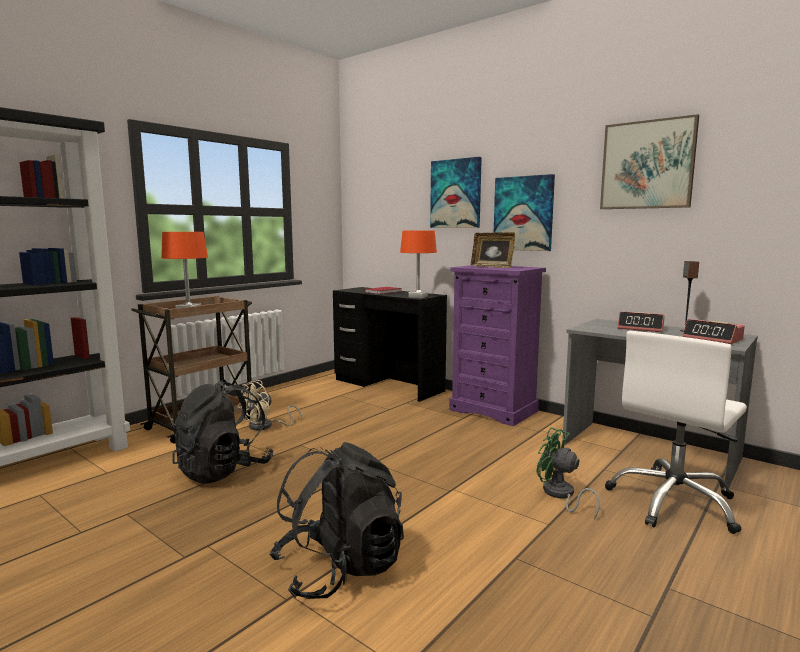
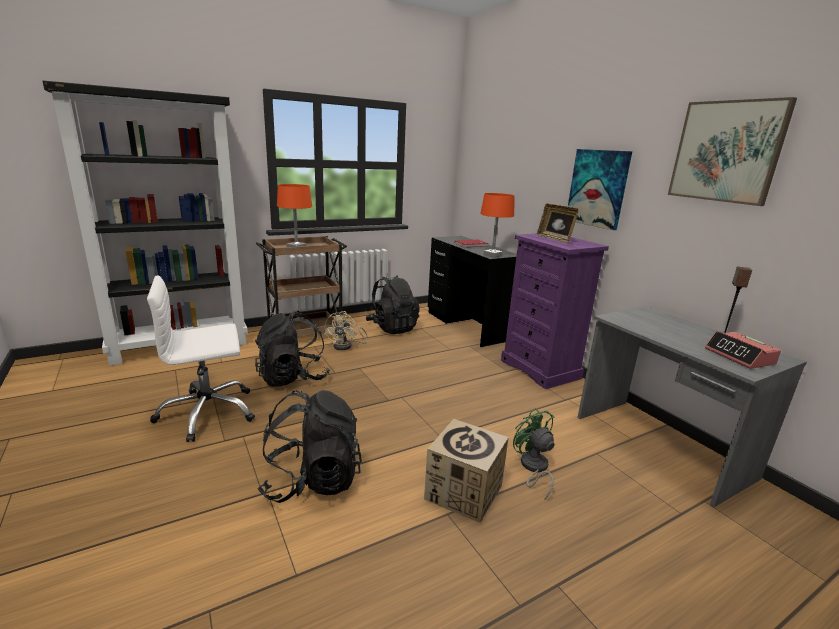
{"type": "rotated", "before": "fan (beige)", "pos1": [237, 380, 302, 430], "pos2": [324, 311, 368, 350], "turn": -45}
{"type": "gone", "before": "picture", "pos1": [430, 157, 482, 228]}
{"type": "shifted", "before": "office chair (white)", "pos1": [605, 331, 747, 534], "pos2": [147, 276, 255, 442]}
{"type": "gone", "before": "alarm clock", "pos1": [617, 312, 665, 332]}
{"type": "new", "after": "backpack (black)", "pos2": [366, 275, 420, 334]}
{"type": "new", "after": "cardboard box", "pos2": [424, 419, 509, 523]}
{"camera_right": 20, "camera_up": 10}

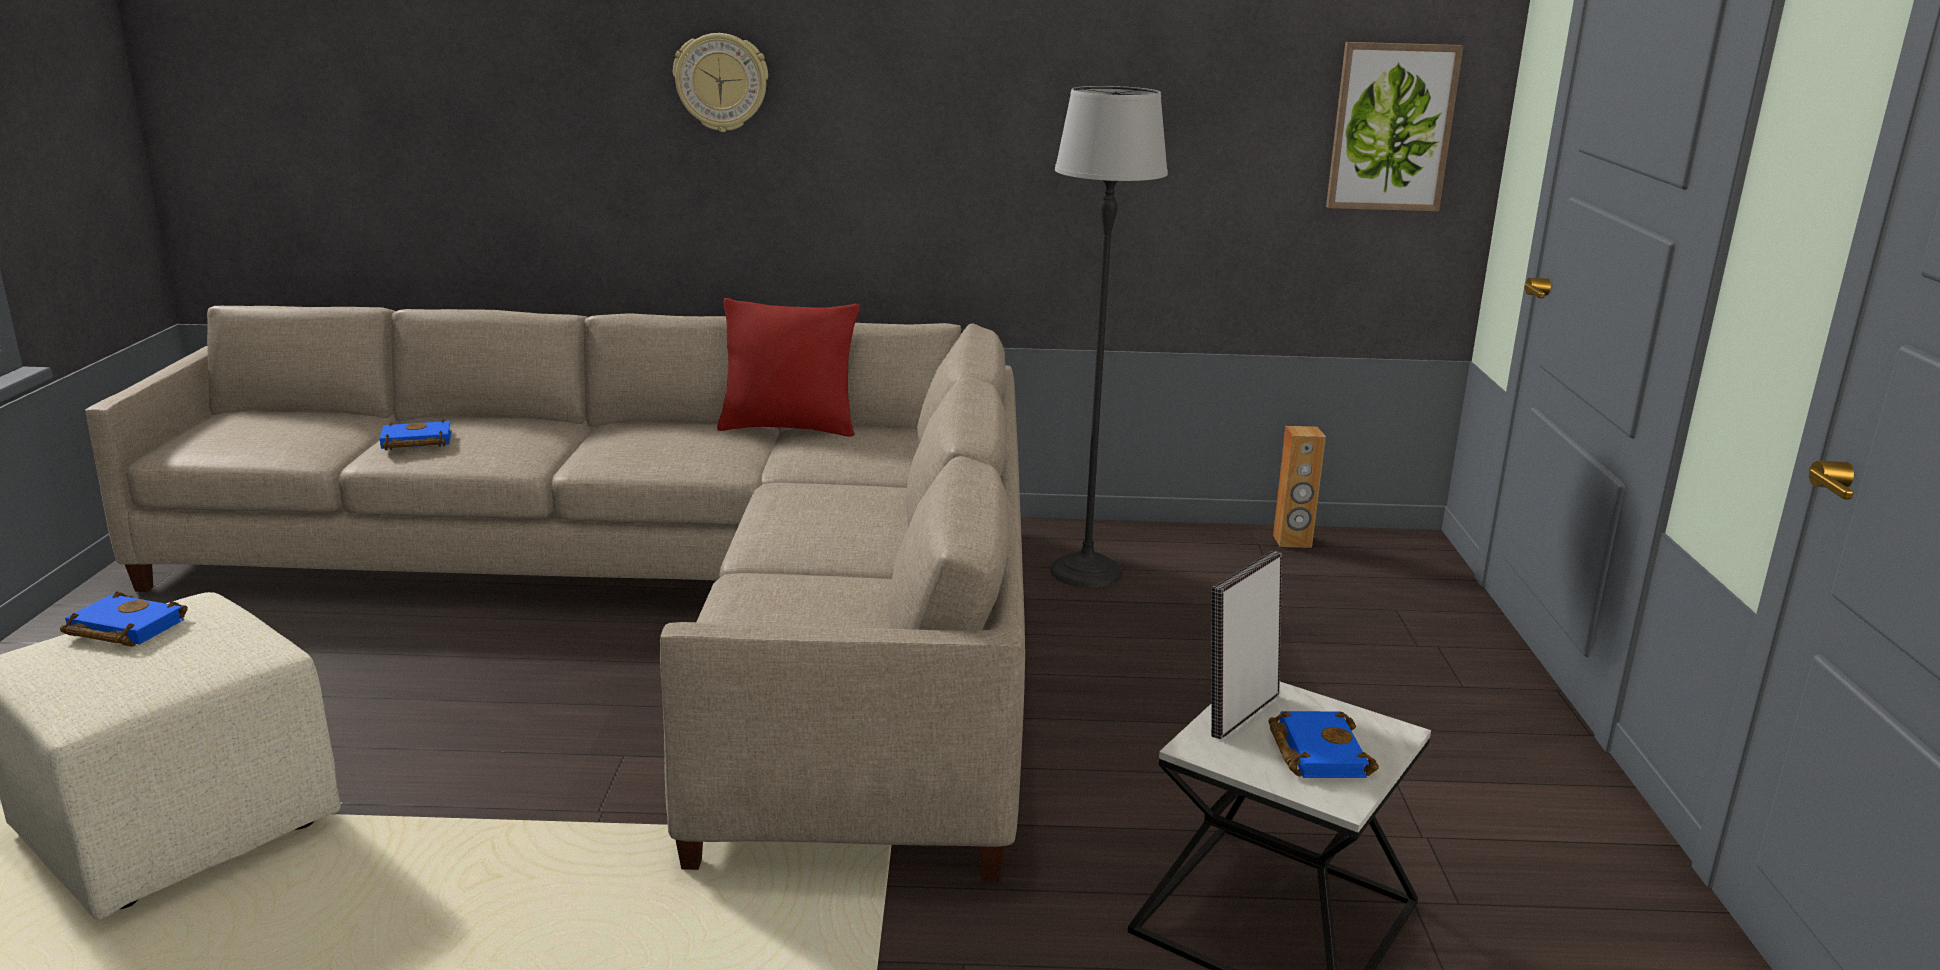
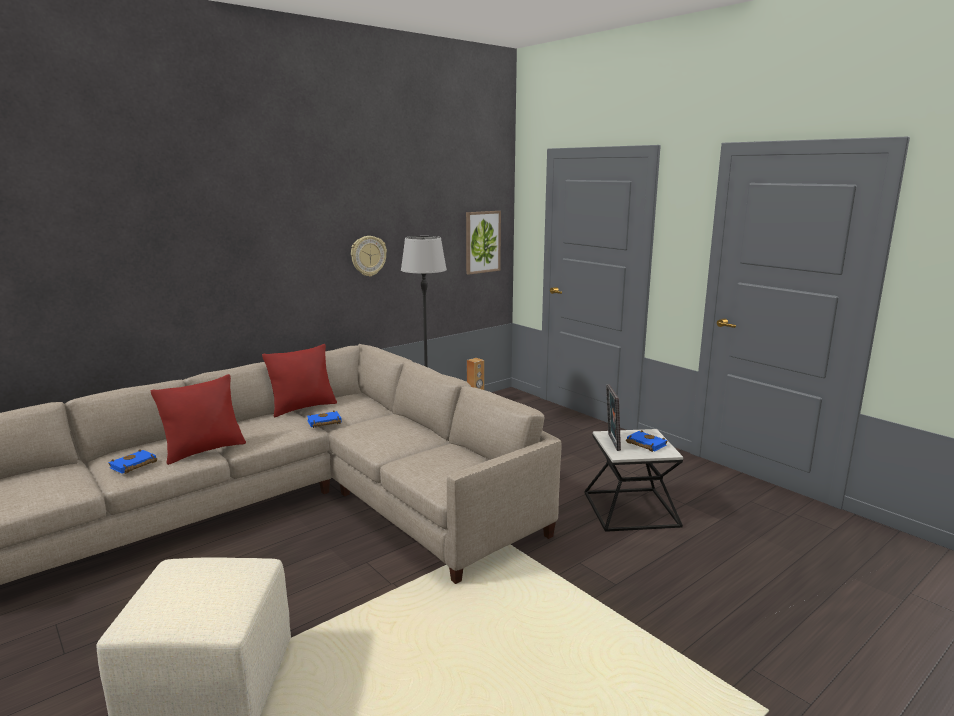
{"type": "shifted", "before": "book (blue)", "pos1": [60, 592, 188, 647], "pos2": [307, 411, 342, 428]}
{"type": "shifted", "before": "wall clock", "pos1": [673, 33, 768, 132], "pos2": [351, 236, 387, 277]}
{"type": "new", "after": "pillow (red)", "pos2": [150, 374, 246, 465]}
{"camera_right": -40, "camera_up": -5}

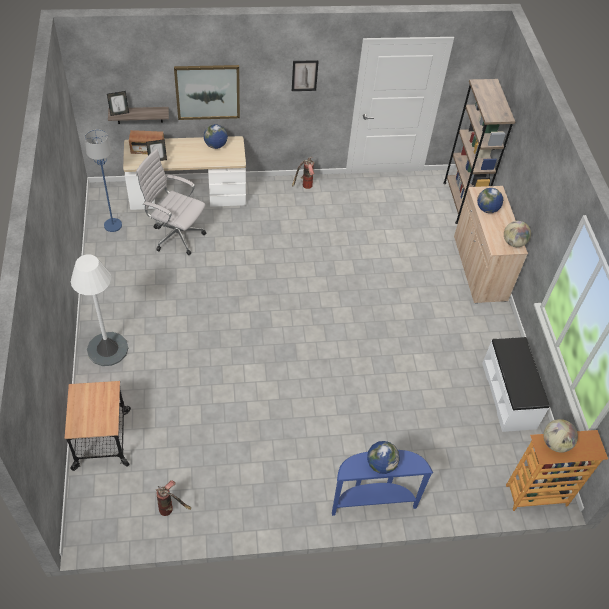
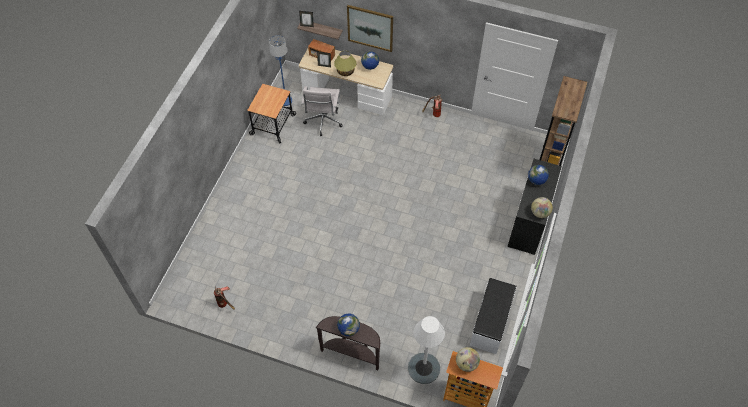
{"type": "shifted", "before": "cart", "pos1": [64, 381, 131, 471], "pos2": [247, 84, 296, 143]}
{"type": "shifted", "before": "floor lamp (white)", "pos1": [71, 254, 128, 366], "pos2": [408, 316, 445, 384]}
{"type": "rotated", "before": "office chair (white)", "pos1": [136, 149, 206, 255], "pos2": [301, 86, 343, 136], "turn": -135}
{"type": "gone", "before": "picture", "pos1": [292, 60, 319, 91]}
{"type": "repainted", "before": "console table (blue)", "after": "console table (brown)", "pos1": [332, 450, 433, 516], "pos2": [316, 316, 380, 370]}
{"type": "repainted", "before": "cabinet (beige)", "after": "cabinet (black)", "pos1": [454, 186, 528, 304], "pos2": [507, 159, 562, 255]}
{"type": "new", "after": "table lamp", "pos2": [334, 51, 356, 76]}
{"camera_right": 30, "camera_up": 5}

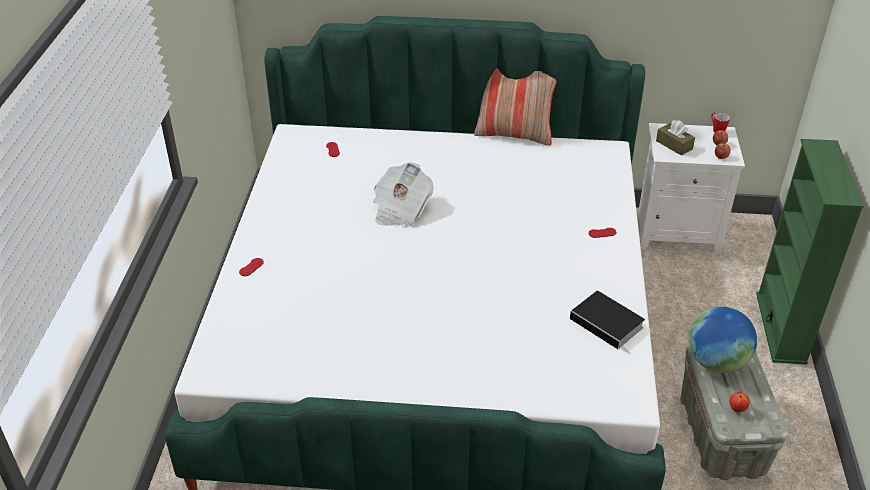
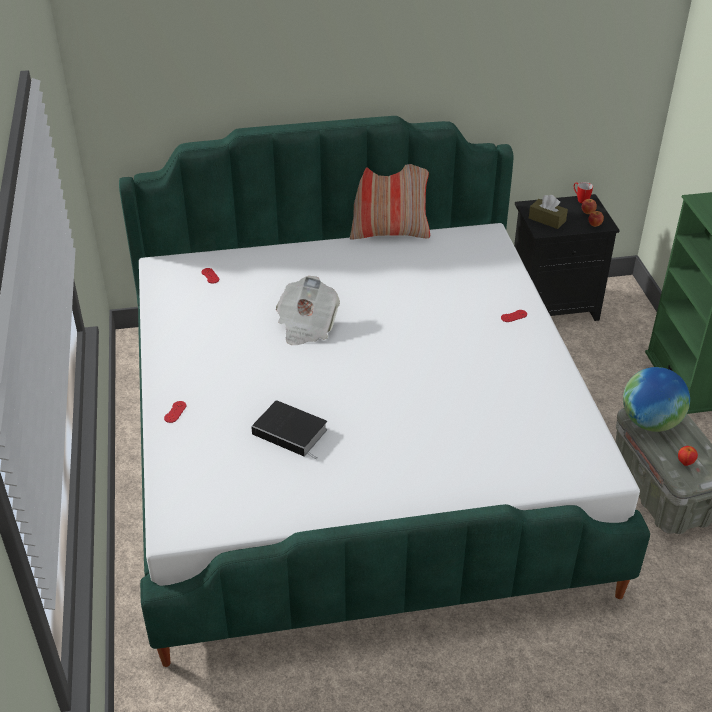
{"type": "shifted", "before": "book", "pos1": [570, 291, 645, 354], "pos2": [251, 400, 327, 459]}
{"type": "repainted", "before": "nightstand (white)", "after": "nightstand (black)", "pos1": [638, 123, 745, 254], "pos2": [514, 194, 620, 321]}
{"camera_right": -15, "camera_up": 0}

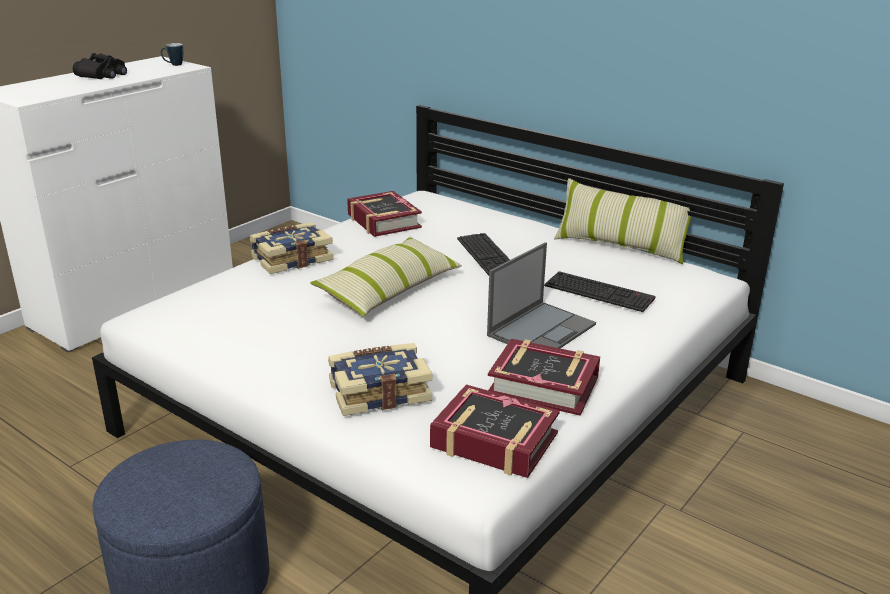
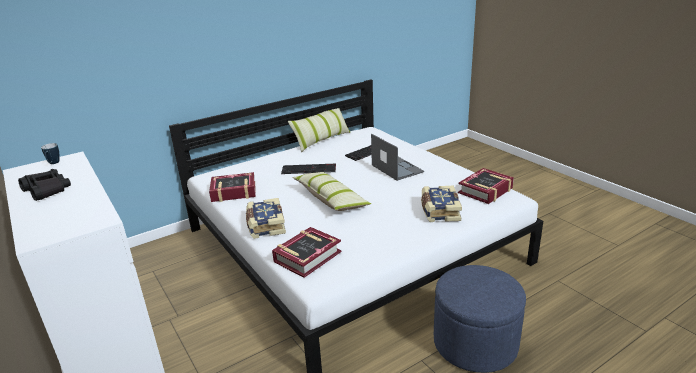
{"type": "shifted", "before": "book", "pos1": [488, 339, 600, 416], "pos2": [272, 227, 342, 278]}
{"camera_right": -70, "camera_up": 0}

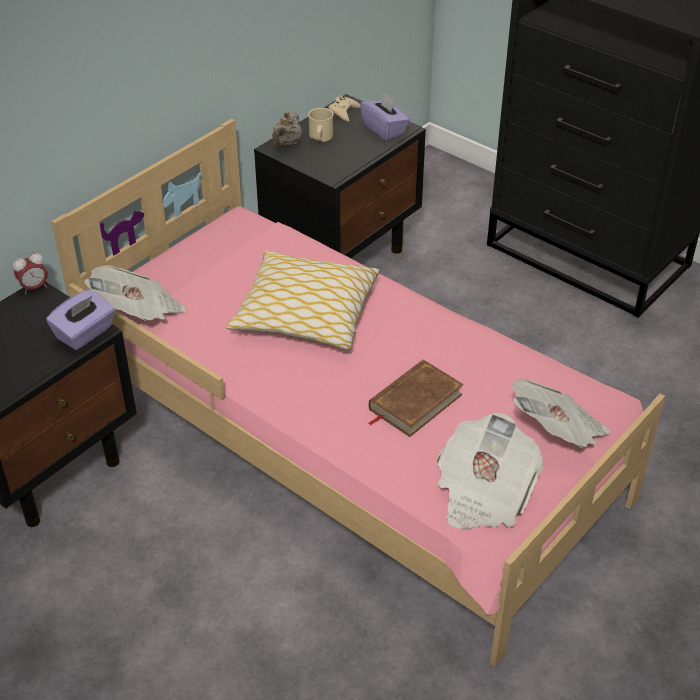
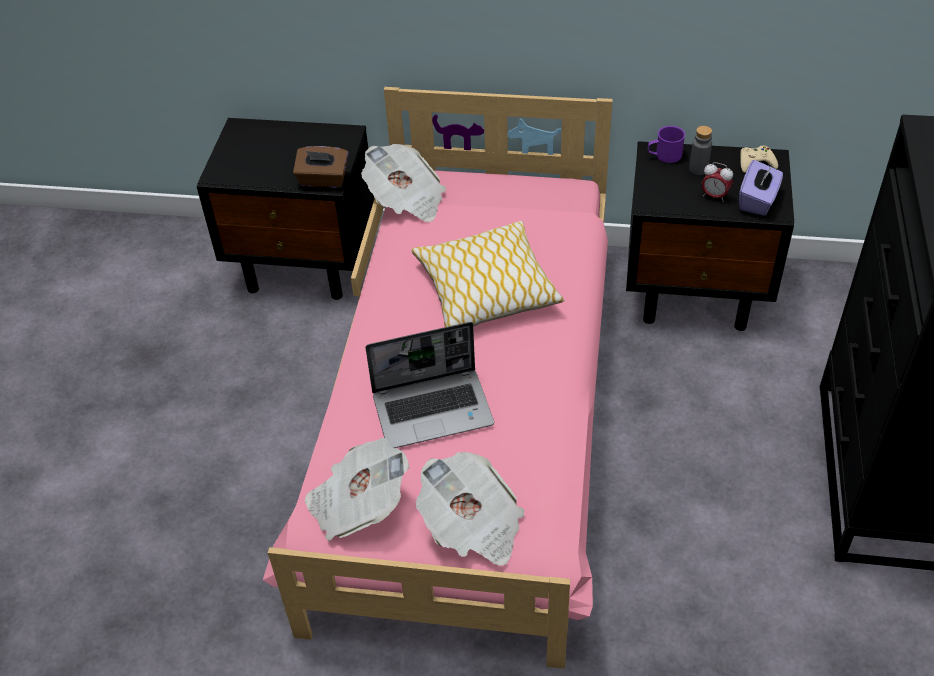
{"type": "shifted", "before": "alarm clock", "pos1": [13, 251, 48, 294], "pos2": [701, 162, 733, 202]}
{"type": "repainted", "before": "tissue box (purple)", "after": "tissue box (brown)", "pos1": [46, 289, 115, 350], "pos2": [293, 146, 348, 188]}
{"type": "swapped", "before": "teapot (beige)", "after": "mug (purple)", "pos1": [272, 112, 301, 148], "pos2": [648, 126, 685, 163]}
{"type": "swapped", "before": "mug (beige)", "after": "bottle (grey)", "pos1": [308, 108, 334, 142], "pos2": [689, 126, 712, 175]}
{"type": "swapped", "before": "book (brown)", "after": "laptop", "pos1": [368, 359, 463, 437], "pos2": [365, 322, 494, 448]}
{"camera_right": 60, "camera_up": 5}

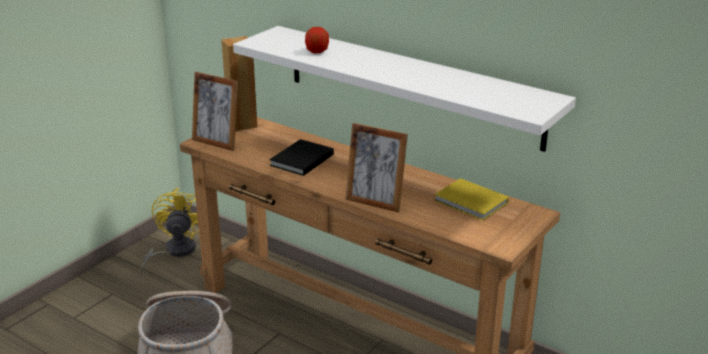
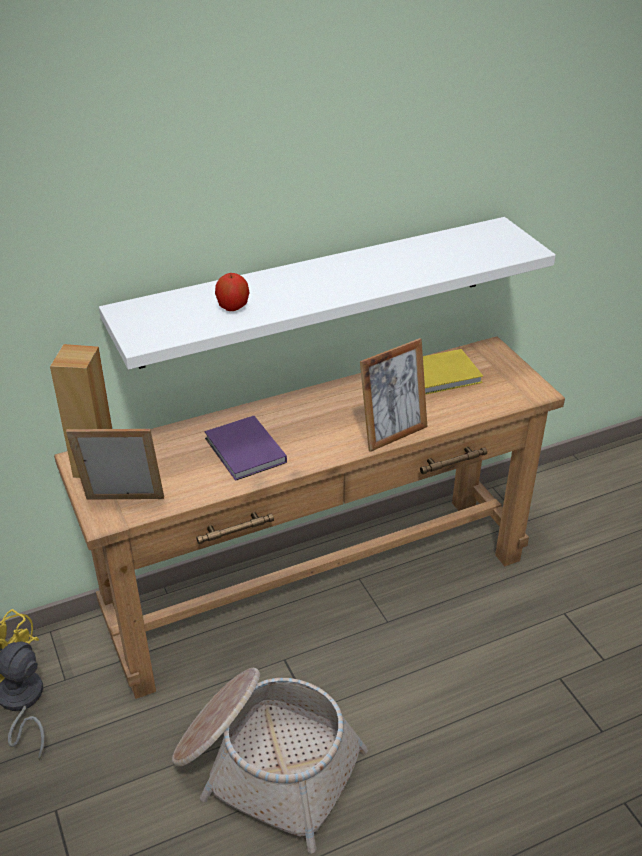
{"type": "rotated", "before": "picture frame", "pos1": [192, 72, 238, 151], "pos2": [66, 429, 164, 500], "turn": -150}
{"type": "repainted", "before": "book (black)", "after": "book (purple)", "pos1": [269, 139, 334, 176], "pos2": [204, 416, 287, 481]}
{"camera_right": -60, "camera_up": 10}

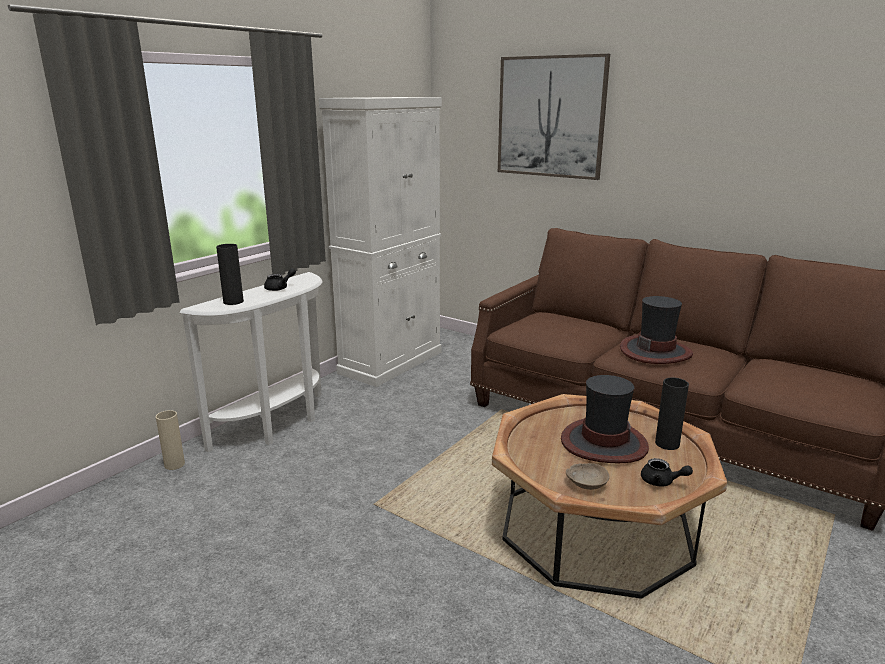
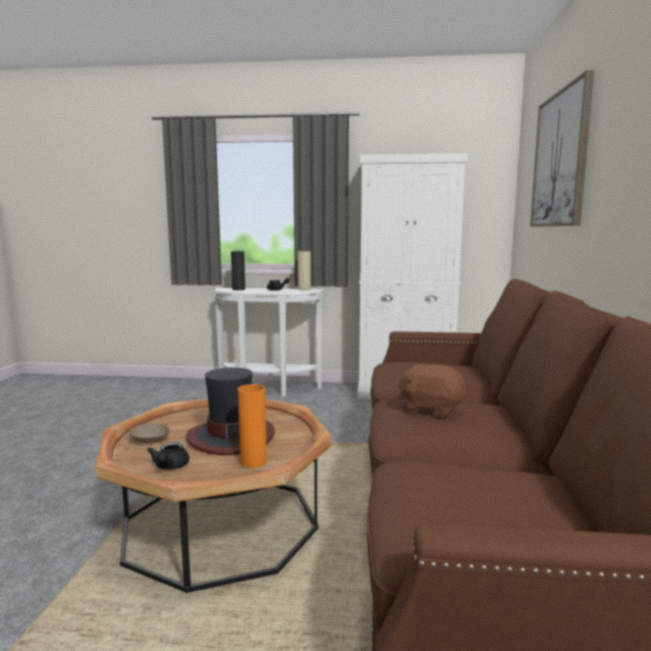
{"type": "shifted", "before": "vase (beige)", "pos1": [156, 410, 185, 470], "pos2": [298, 251, 311, 290]}
{"type": "swapped", "before": "hat", "after": "plush toy (brown)", "pos1": [620, 296, 693, 364], "pos2": [398, 364, 466, 418]}
{"type": "repainted", "before": "vase (black)", "after": "vase (orange)", "pos1": [655, 378, 689, 450], "pos2": [238, 384, 267, 468]}
{"camera_right": 60, "camera_up": -10}

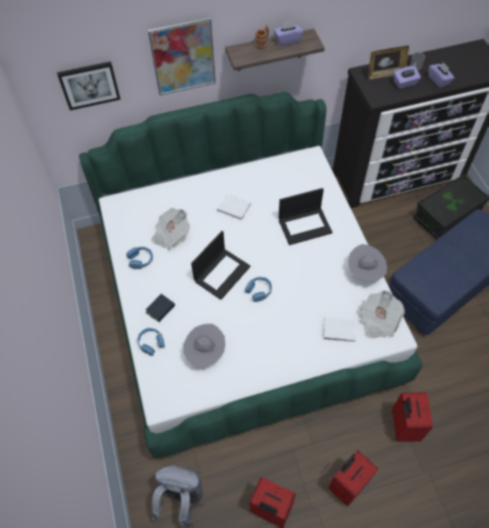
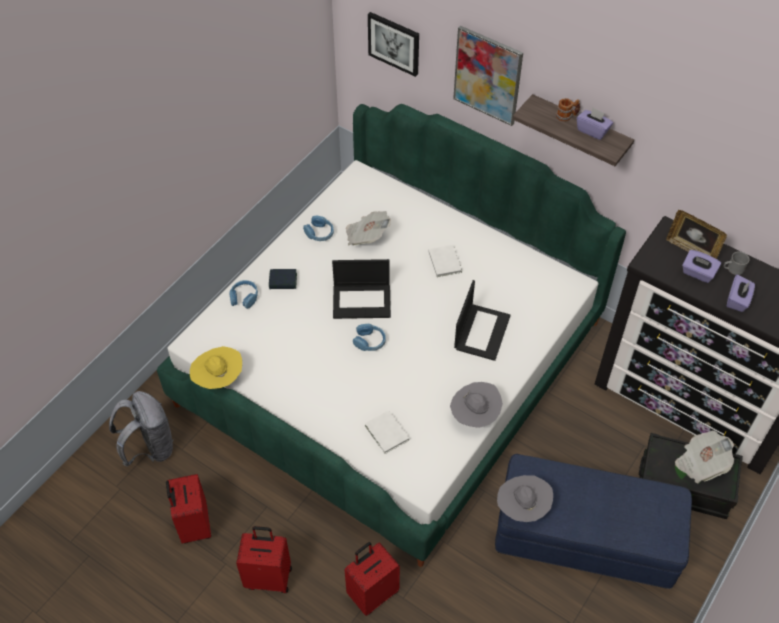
{"type": "shifted", "before": "hat (grey)", "pos1": [183, 324, 225, 367], "pos2": [497, 475, 553, 522]}
{"type": "rotated", "before": "laptop", "pos1": [279, 188, 332, 245], "pos2": [454, 280, 510, 361], "turn": -105}
{"type": "shifted", "before": "newspaper", "pos1": [361, 290, 405, 338], "pos2": [675, 431, 734, 484]}
{"type": "new", "after": "hat (yellow)", "pos2": [190, 346, 242, 389]}
{"camera_right": 50, "camera_up": -5}

